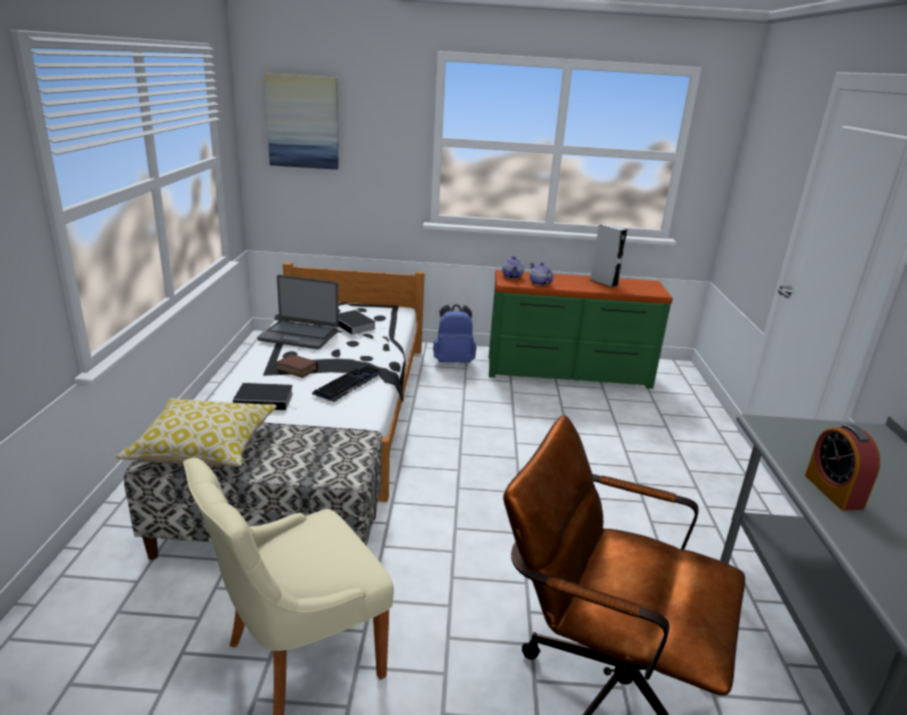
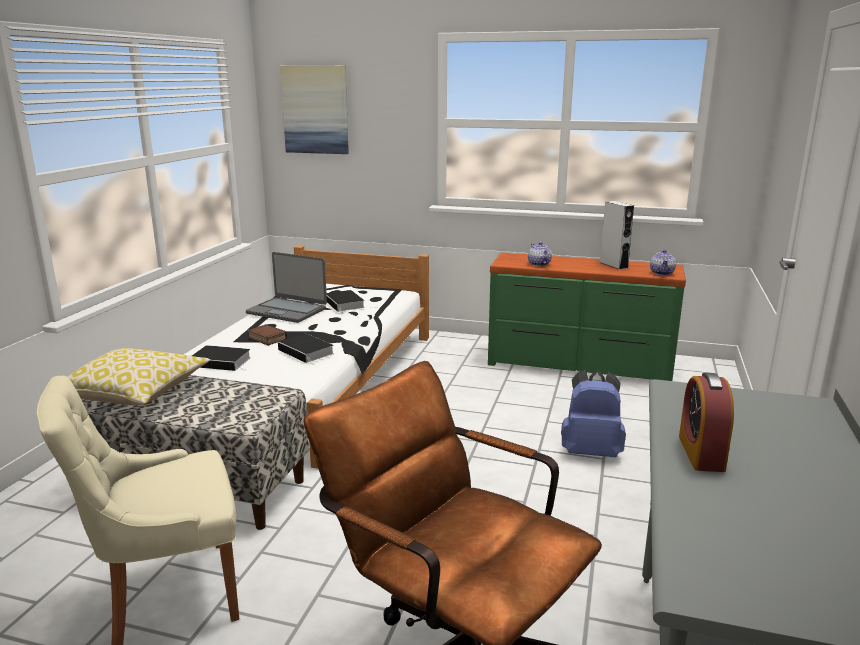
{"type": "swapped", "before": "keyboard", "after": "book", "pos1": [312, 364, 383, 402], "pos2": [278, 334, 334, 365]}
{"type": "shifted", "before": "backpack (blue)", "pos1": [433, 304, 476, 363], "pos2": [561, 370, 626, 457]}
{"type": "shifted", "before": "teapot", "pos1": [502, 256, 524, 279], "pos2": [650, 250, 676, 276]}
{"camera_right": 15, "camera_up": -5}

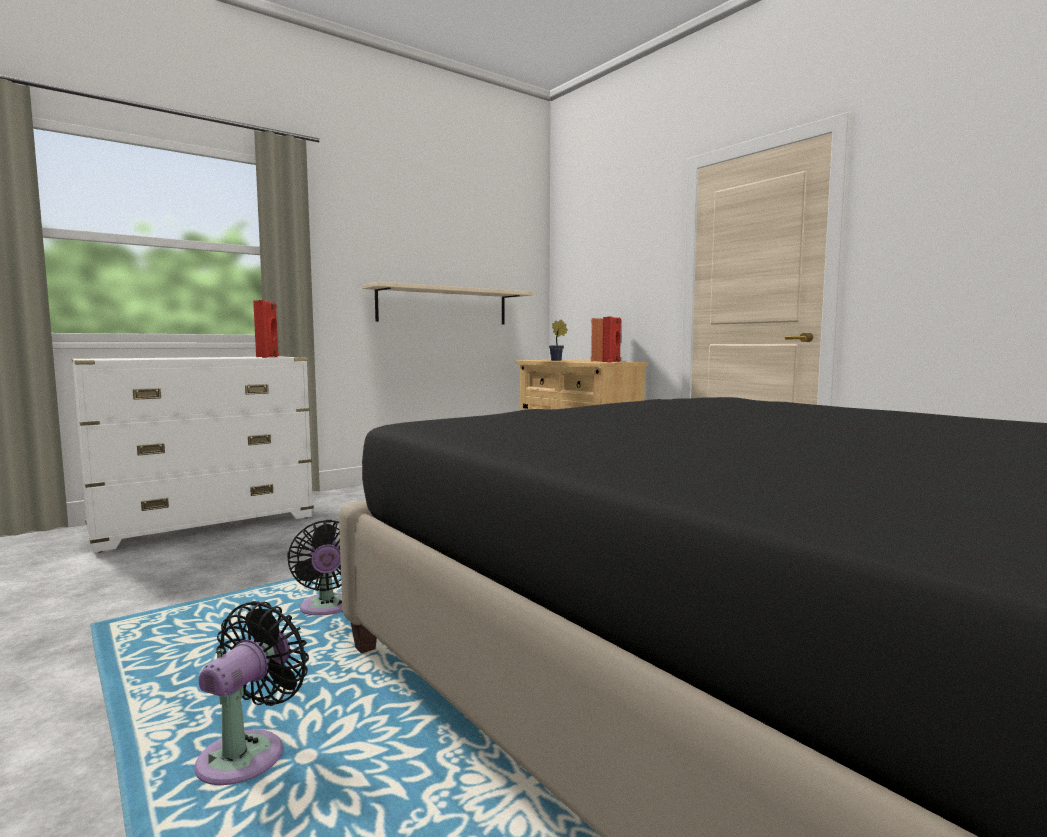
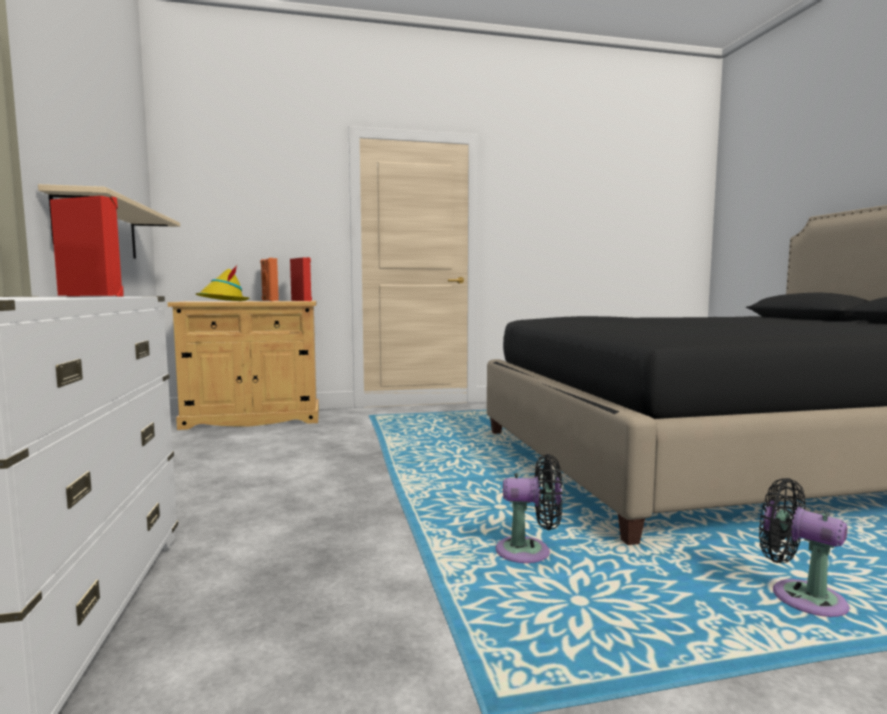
{"type": "swapped", "before": "potted plant", "after": "hat (yellow)", "pos1": [549, 320, 567, 361], "pos2": [196, 264, 250, 301]}
{"camera_right": -65, "camera_up": 0}

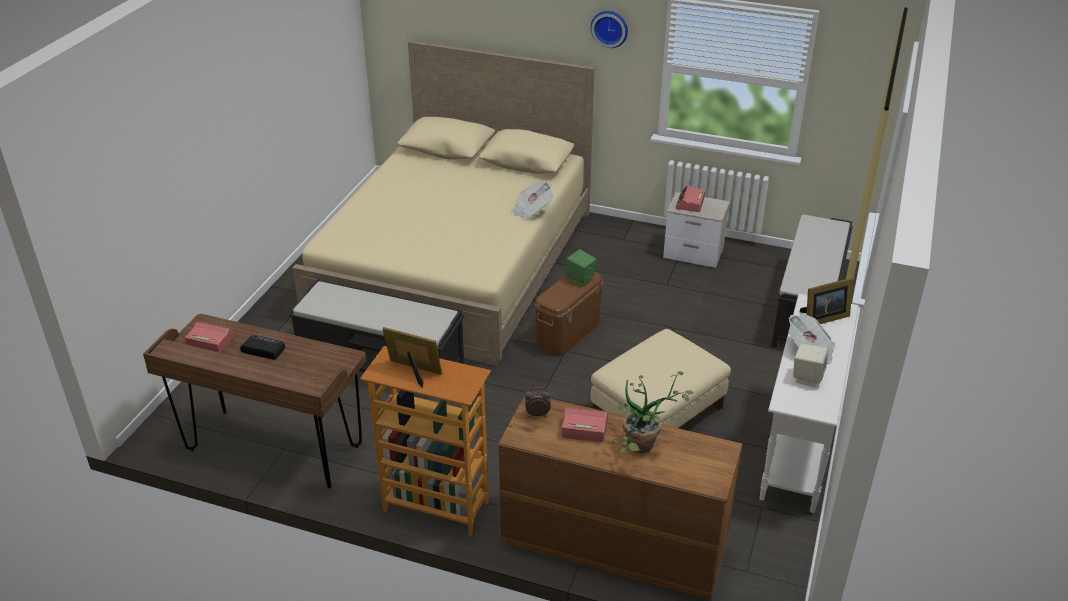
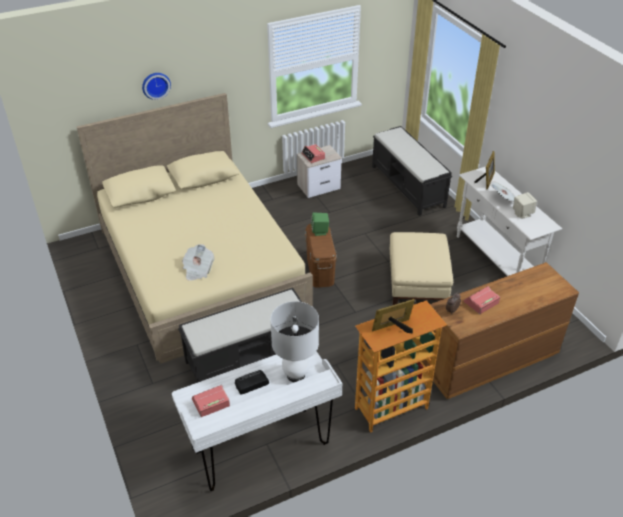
{"type": "repainted", "before": "desk (brown)", "after": "desk (white)", "pos1": [143, 314, 366, 489], "pos2": [172, 351, 342, 491]}
{"type": "shifted", "before": "newspaper", "pos1": [510, 182, 553, 219], "pos2": [182, 244, 214, 281]}
{"type": "shifted", "before": "wall clock", "pos1": [591, 11, 628, 48], "pos2": [142, 73, 171, 100]}
{"type": "gone", "before": "potted plant", "pos1": [612, 371, 694, 454]}
{"type": "new", "after": "table lamp (white)", "pos2": [270, 301, 319, 382]}
{"camera_right": -45, "camera_up": 5}

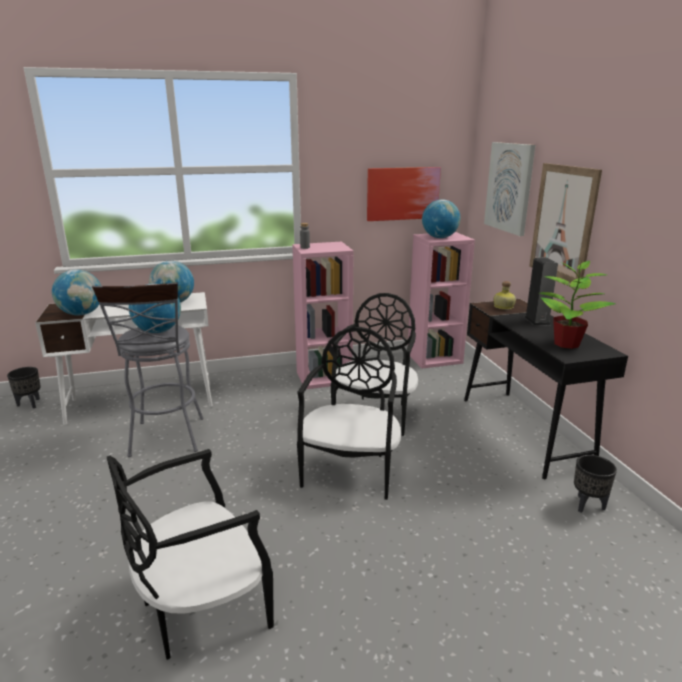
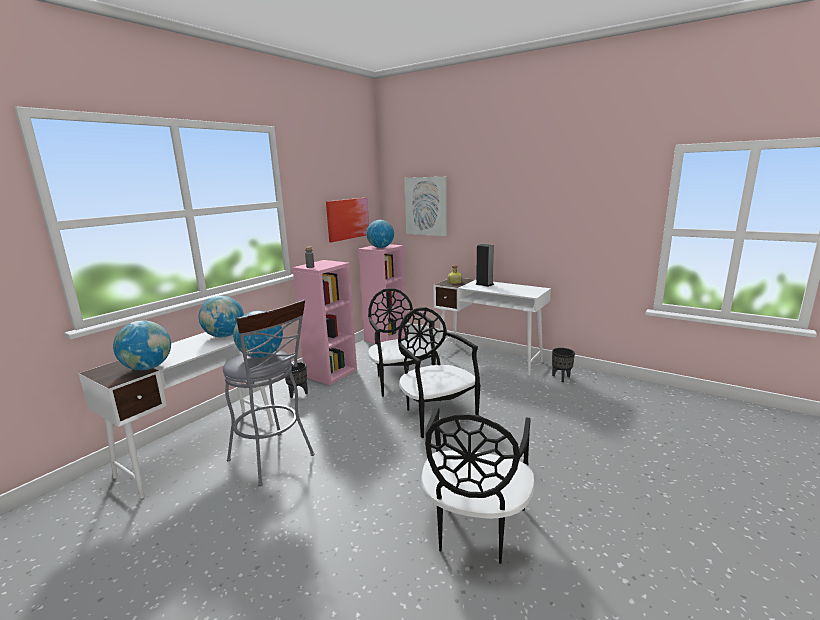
{"type": "shifted", "before": "planter (black)", "pos1": [7, 367, 41, 409], "pos2": [284, 362, 308, 398]}
{"type": "repainted", "before": "desk (black)", "after": "desk (white)", "pos1": [464, 299, 628, 479], "pos2": [433, 278, 551, 376]}
{"type": "gone", "before": "picture", "pos1": [529, 163, 602, 283]}
{"type": "gone", "before": "potted plant", "pos1": [539, 261, 616, 349]}
{"camera_right": -40, "camera_up": -5}

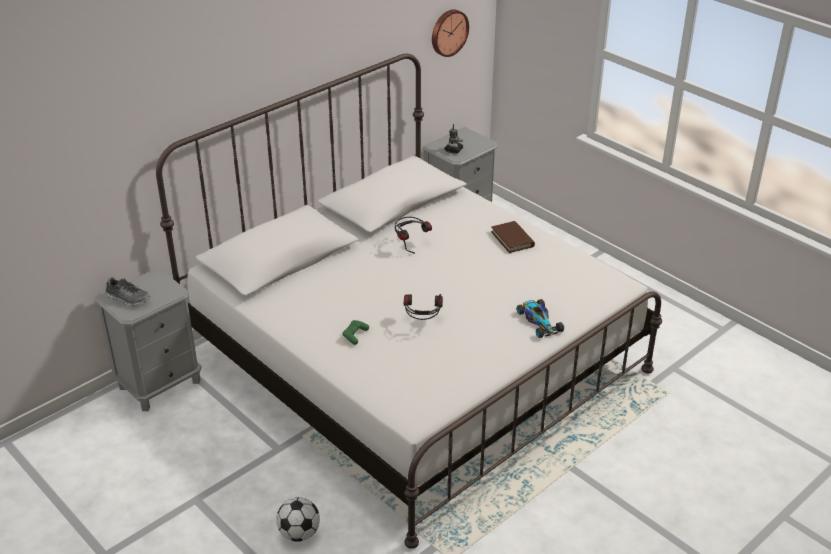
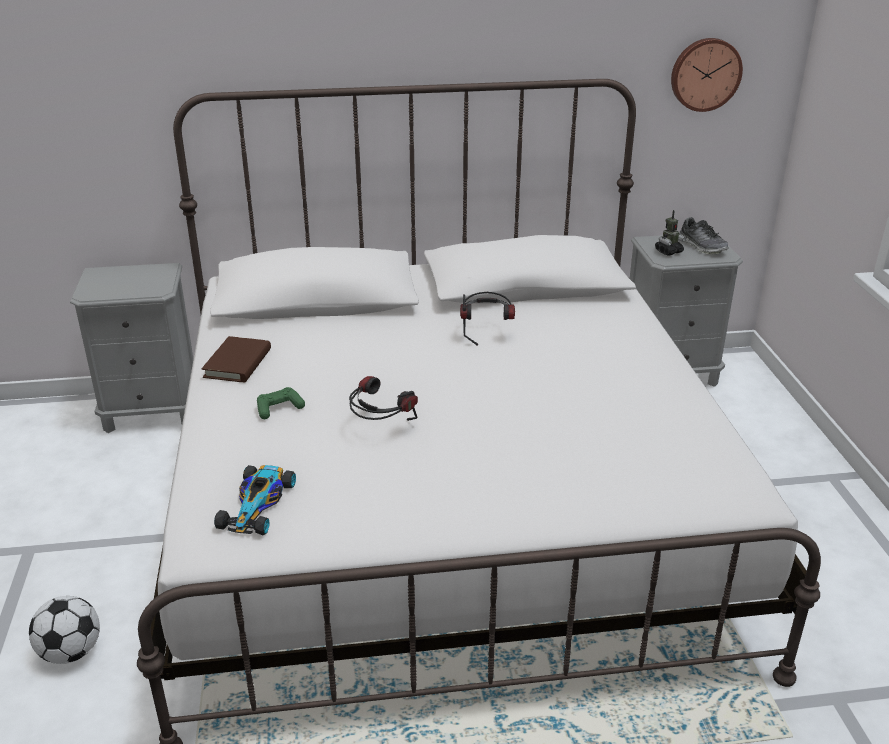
{"type": "shifted", "before": "shoe", "pos1": [105, 277, 150, 307], "pos2": [679, 217, 728, 254]}
{"type": "shifted", "before": "book (brown)", "pos1": [491, 221, 535, 253], "pos2": [202, 336, 271, 383]}
{"type": "shifted", "before": "toy car", "pos1": [516, 299, 564, 338], "pos2": [214, 465, 296, 536]}
{"camera_right": 35, "camera_up": -5}

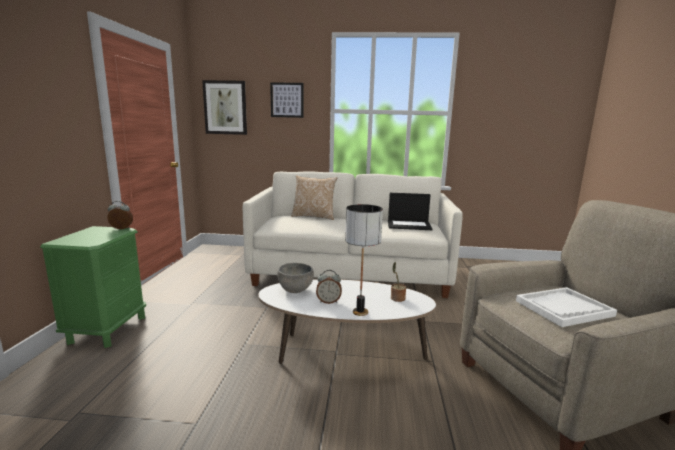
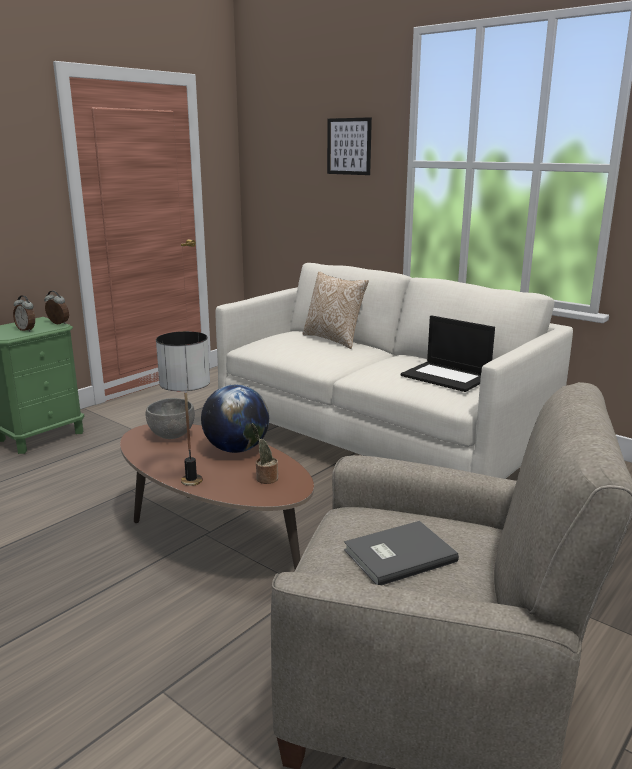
{"type": "gone", "before": "picture", "pos1": [202, 80, 247, 135]}
{"type": "repainted", "before": "coffee table (white)", "after": "coffee table (brown)", "pos1": [258, 279, 436, 364], "pos2": [120, 424, 314, 570]}
{"type": "shifted", "before": "alarm clock", "pos1": [316, 270, 342, 304], "pos2": [13, 295, 35, 332]}
{"type": "swapped", "before": "tray (white)", "after": "book (grey)", "pos1": [516, 287, 617, 327], "pos2": [344, 521, 459, 585]}
{"type": "new", "after": "globe", "pos2": [201, 385, 269, 453]}
{"camera_right": 35, "camera_up": 5}

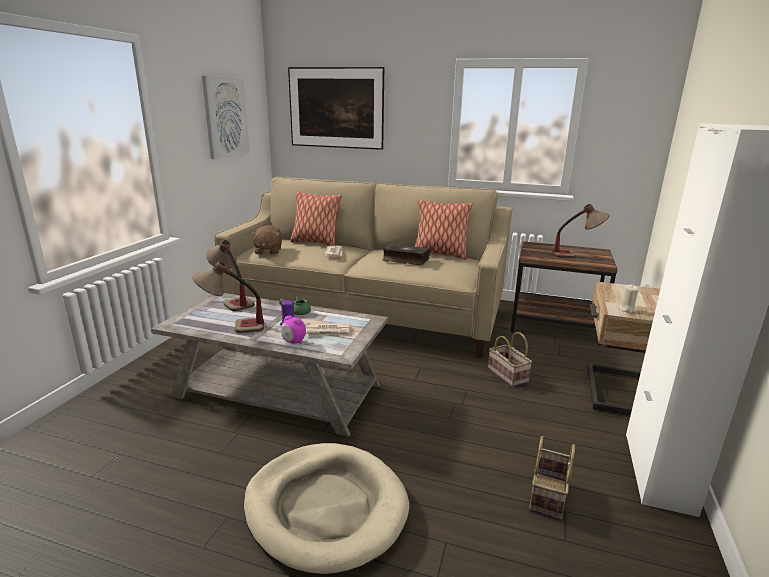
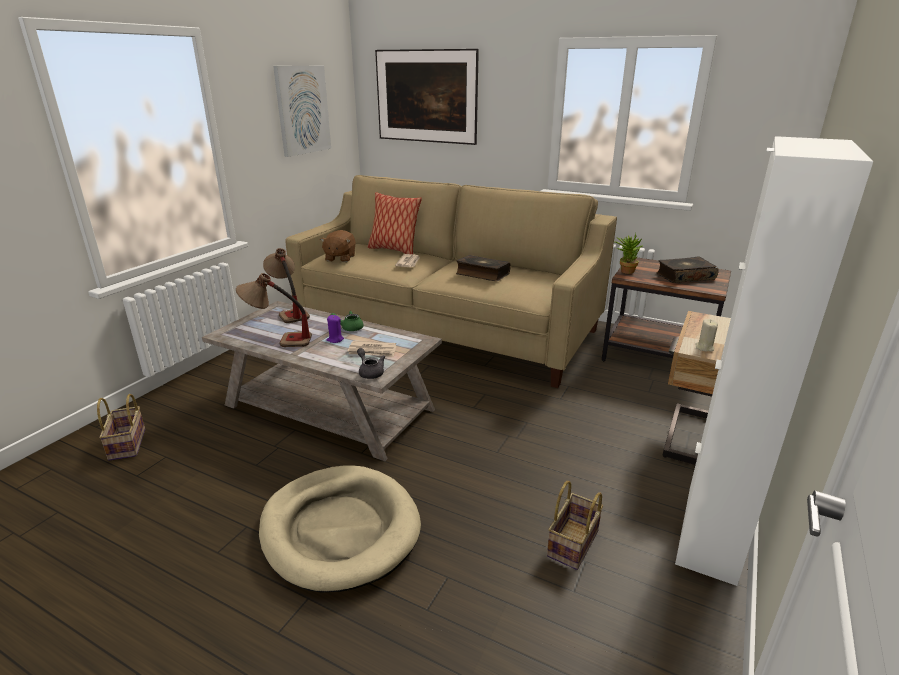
{"type": "gone", "before": "alarm clock", "pos1": [281, 315, 306, 344]}
{"type": "gone", "before": "pillow", "pos1": [415, 200, 472, 259]}
{"type": "shifted", "before": "basket", "pos1": [488, 332, 532, 387], "pos2": [97, 394, 145, 461]}
{"type": "swapped", "before": "table lamp", "after": "book", "pos1": [552, 204, 610, 258], "pos2": [656, 256, 719, 283]}
{"type": "new", "after": "teapot (grey)", "pos2": [357, 348, 385, 379]}
{"type": "new", "after": "potted plant", "pos2": [614, 232, 643, 274]}
{"camera_right": 10, "camera_up": 5}

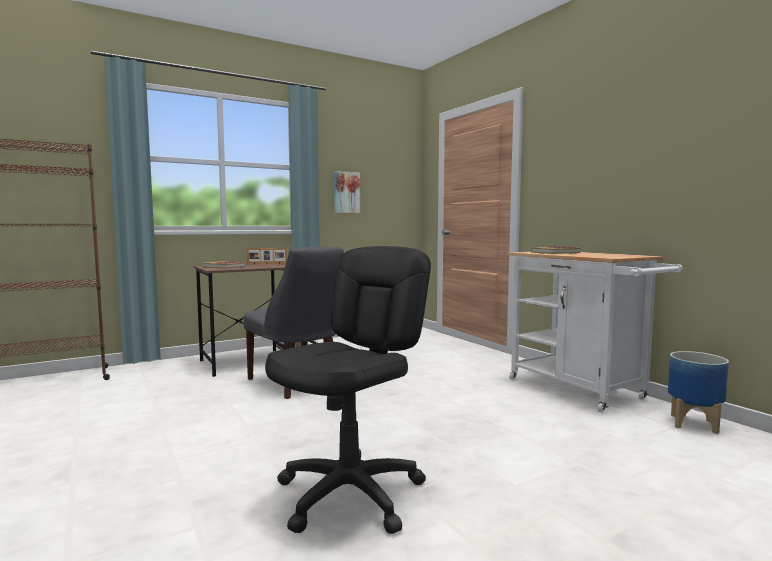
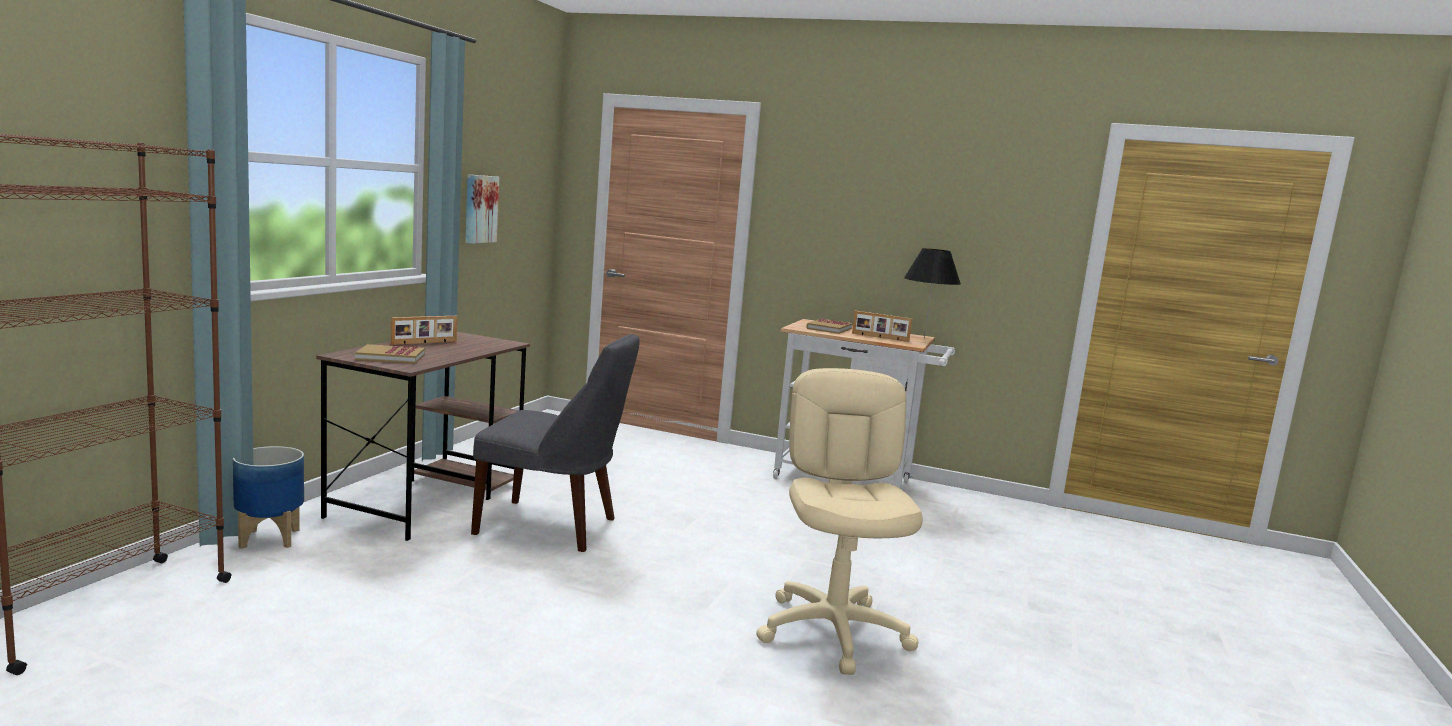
{"type": "repainted", "before": "office chair (black)", "after": "office chair (beige)", "pos1": [265, 246, 431, 534], "pos2": [756, 368, 923, 675]}
{"type": "shifted", "before": "planter", "pos1": [668, 351, 729, 434], "pos2": [233, 446, 304, 549]}
{"type": "new", "after": "picture frame", "pos2": [852, 311, 912, 342]}
{"type": "new", "after": "table lamp (black)", "pos2": [904, 248, 961, 338]}
{"camera_right": -40, "camera_up": 5}

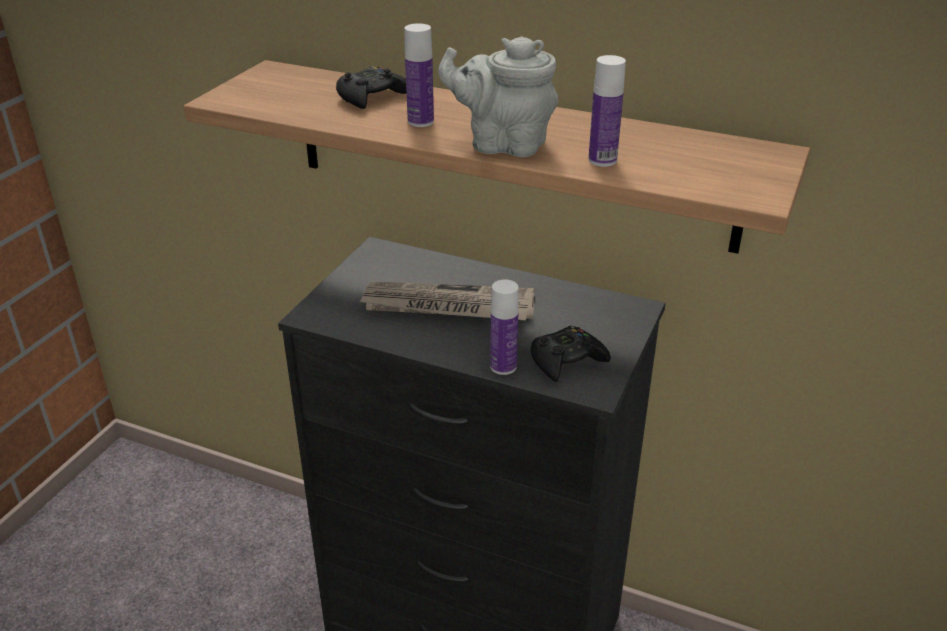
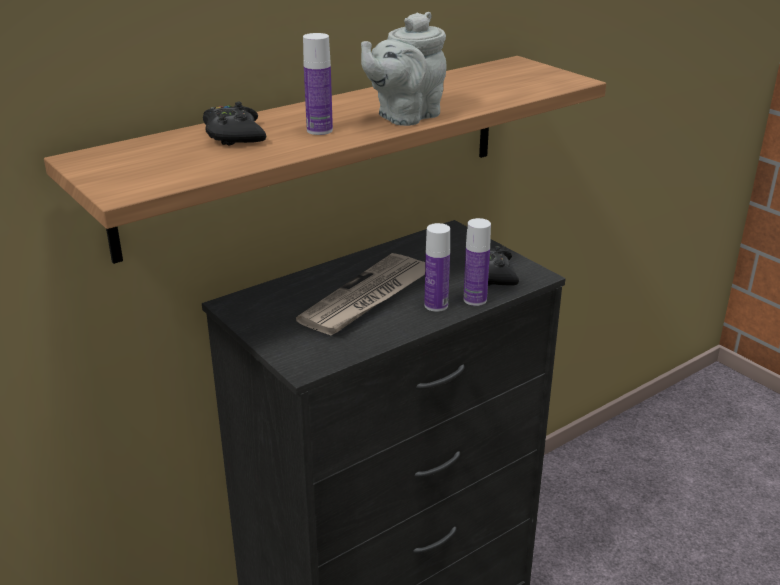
{"type": "shifted", "before": "bottle", "pos1": [588, 55, 626, 167], "pos2": [424, 223, 450, 312]}
{"camera_right": -60, "camera_up": -5}

